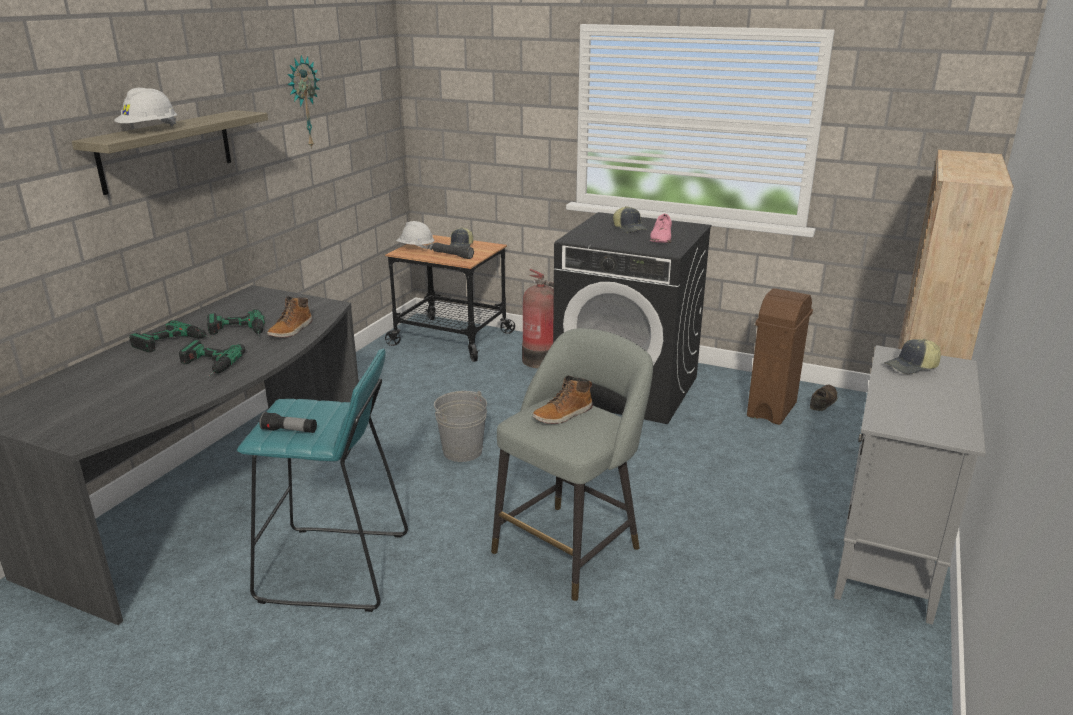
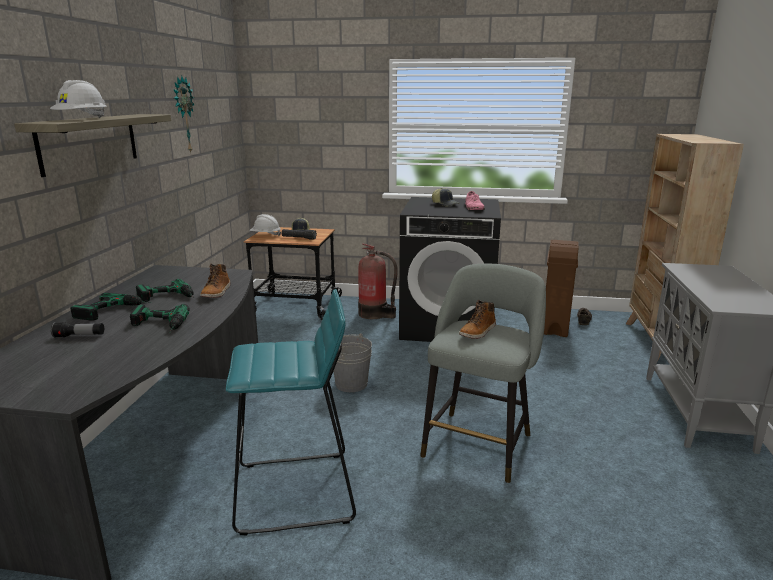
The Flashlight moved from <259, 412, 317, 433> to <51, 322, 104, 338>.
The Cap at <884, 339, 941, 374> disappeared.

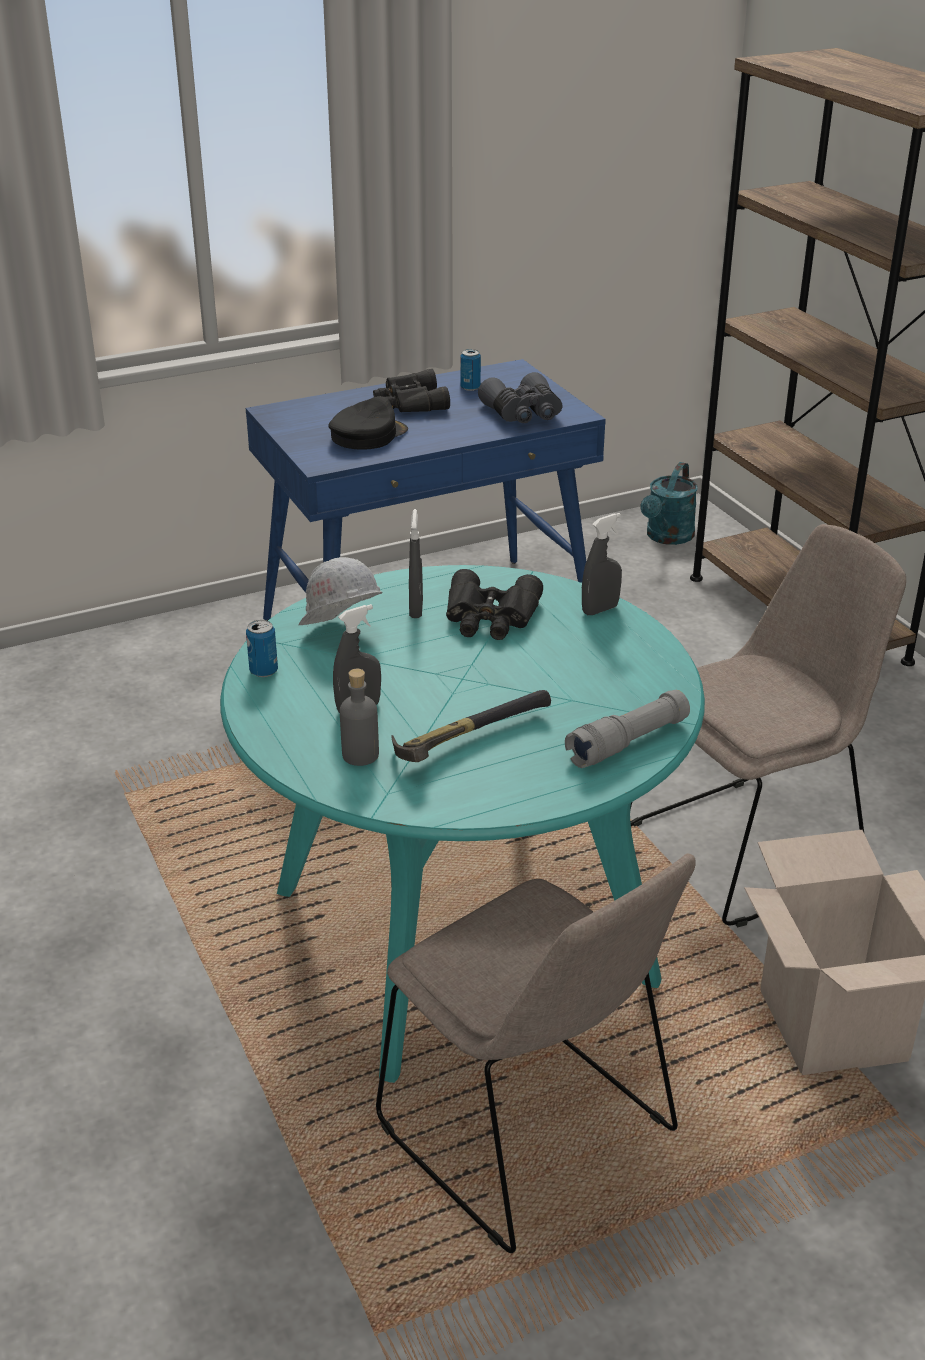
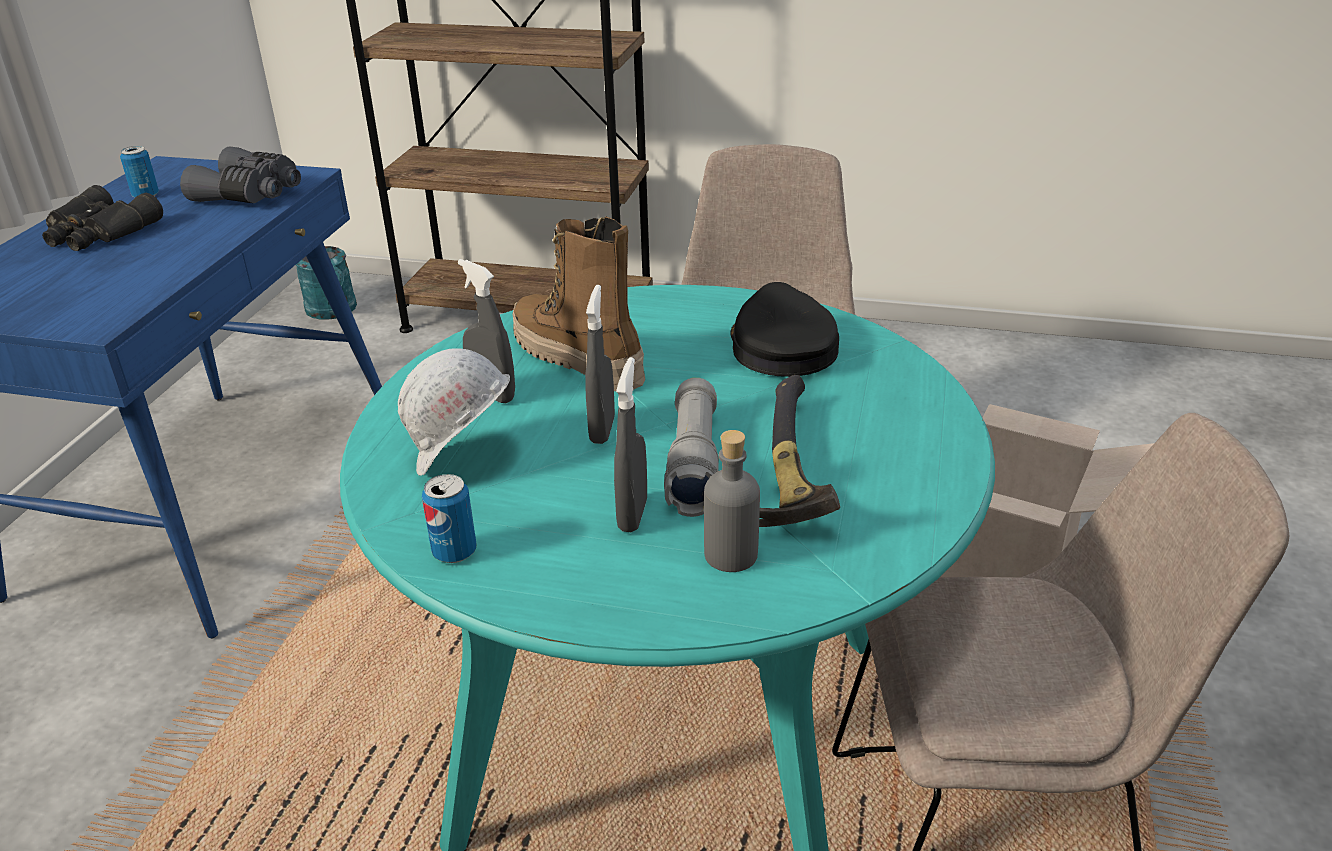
The BlackBinoculars at <446, 569, 543, 640> was replaced by the Boot at <513, 216, 645, 391>.
The GreySprayBottle moved from <582, 513, 622, 615> to <585, 285, 615, 444>.
The GreyFlashlight moved from <565, 690, 690, 768> to <664, 378, 719, 517>.
The BlackCap moved from <328, 396, 408, 450> to <730, 282, 839, 377>.

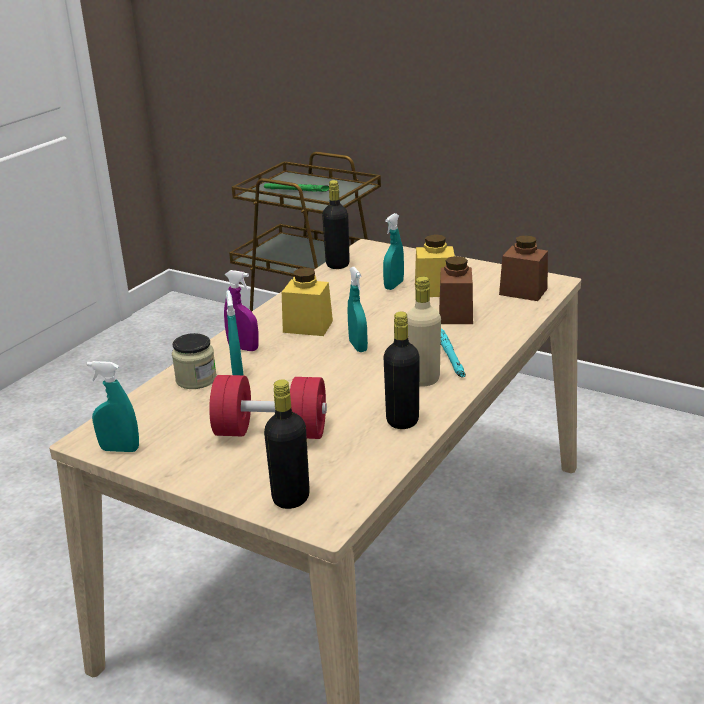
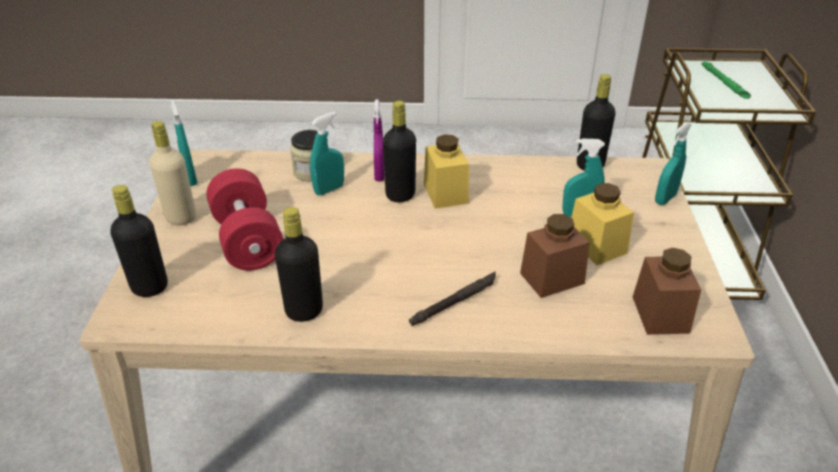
The BeigeBottle moved from <407, 277, 441, 387> to <149, 121, 196, 225>.
The BlackBottle at <383, 101, 416, 202> appeared.
The TurquoiseFlashlight at <441, 329, 466, 377> became the BlackFlashlight at <409, 271, 496, 326>.
The TurquoiseSprayBottle moved from <348, 267, 368, 352> to <655, 122, 691, 205>.

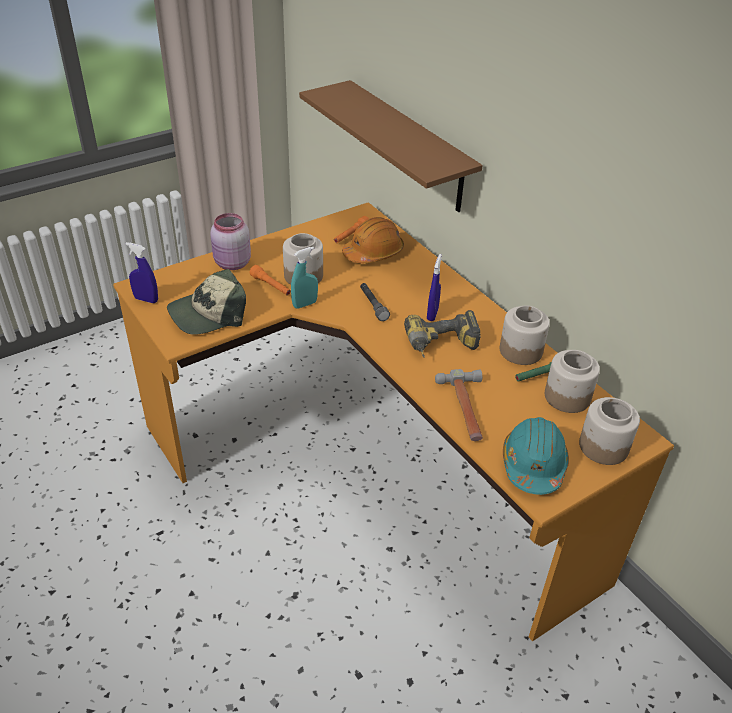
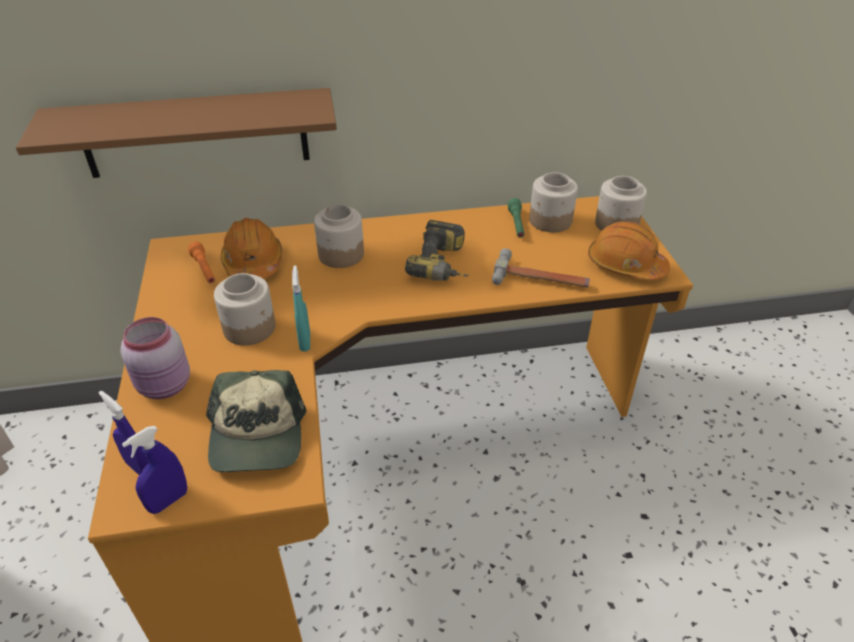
The BlueSprayBottle moved from <427, 254, 442, 321> to <99, 391, 149, 475>.
The Jar moved from <500, 305, 550, 365> to <314, 204, 364, 268>.
The TurquoiseHardHat at <503, 417, 569, 495> became the OrangeHardHat at <588, 221, 670, 280>.
The OrangeFlashlight at <250, 265, 291, 296> disappeared.
The GreyFlashlight at <360, 283, 390, 321> disappeared.

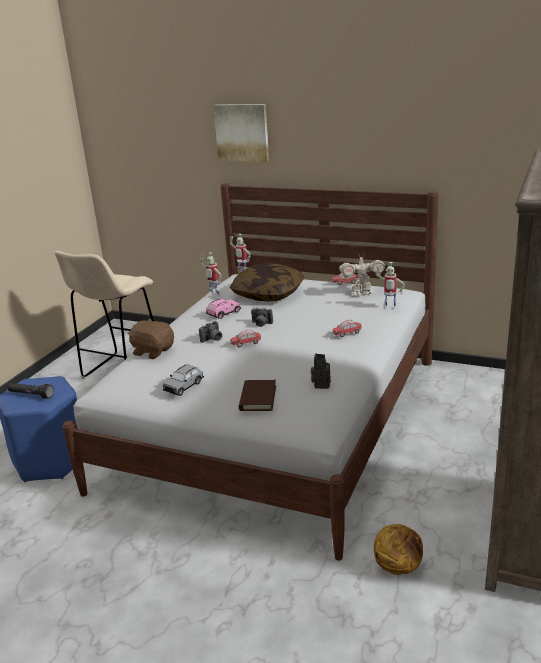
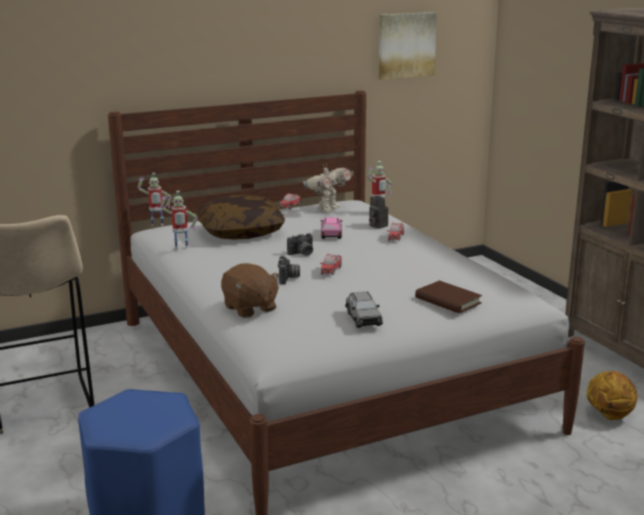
The BrownPlushToy at <128, 318, 174, 359> turned 105 degrees counterclockwise.
The PinkToyCar moved from <206, 299, 241, 319> to <321, 217, 342, 239>.
The PhotoCamera moved from <311, 353, 331, 389> to <369, 196, 388, 229>.
The Picture moved from <213, 104, 269, 162> to <379, 12, 437, 80>.
The BlackFlashlight at <8, 383, 54, 399> disappeared.

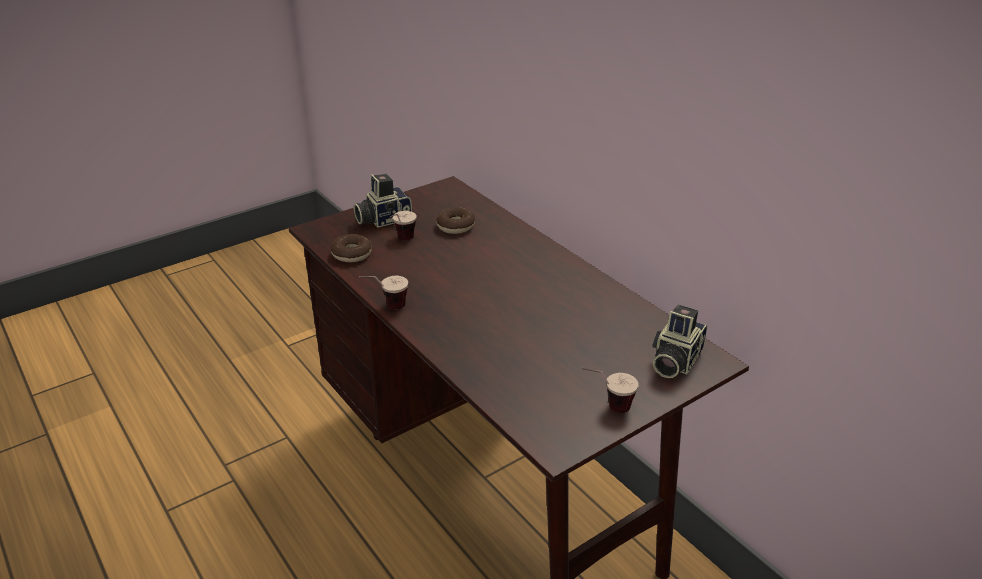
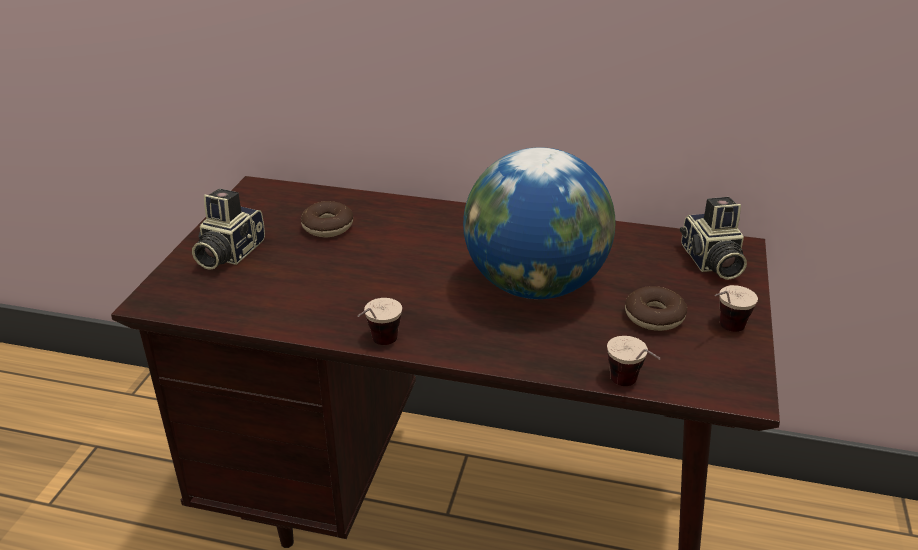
The Globe at <463, 147, 616, 299> appeared.
The Cup moved from <390, 211, 417, 240> to <607, 336, 661, 386>.
The Donut moved from <331, 234, 372, 262> to <625, 286, 687, 331>.

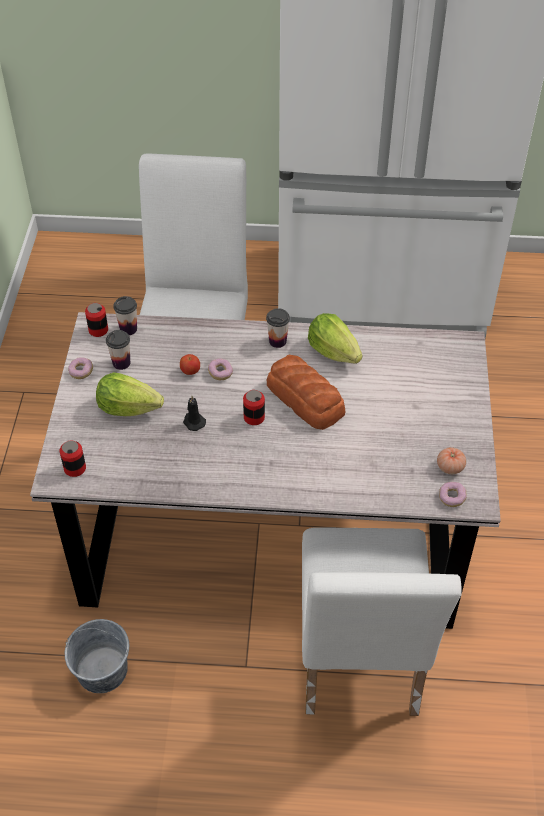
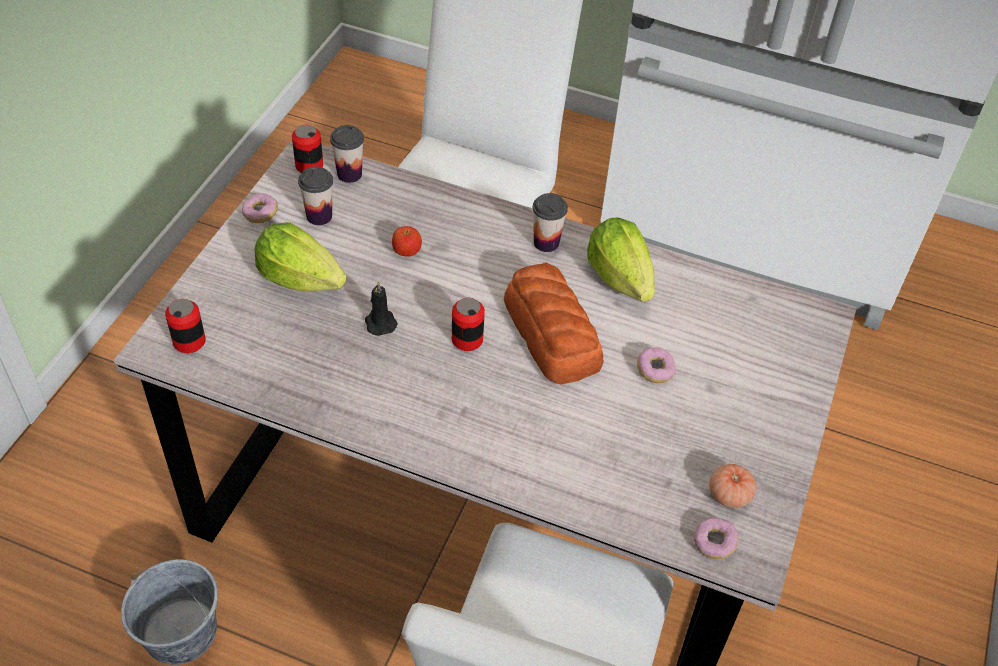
The Donut moved from <208, 358, 233, 380> to <637, 348, 675, 383>.

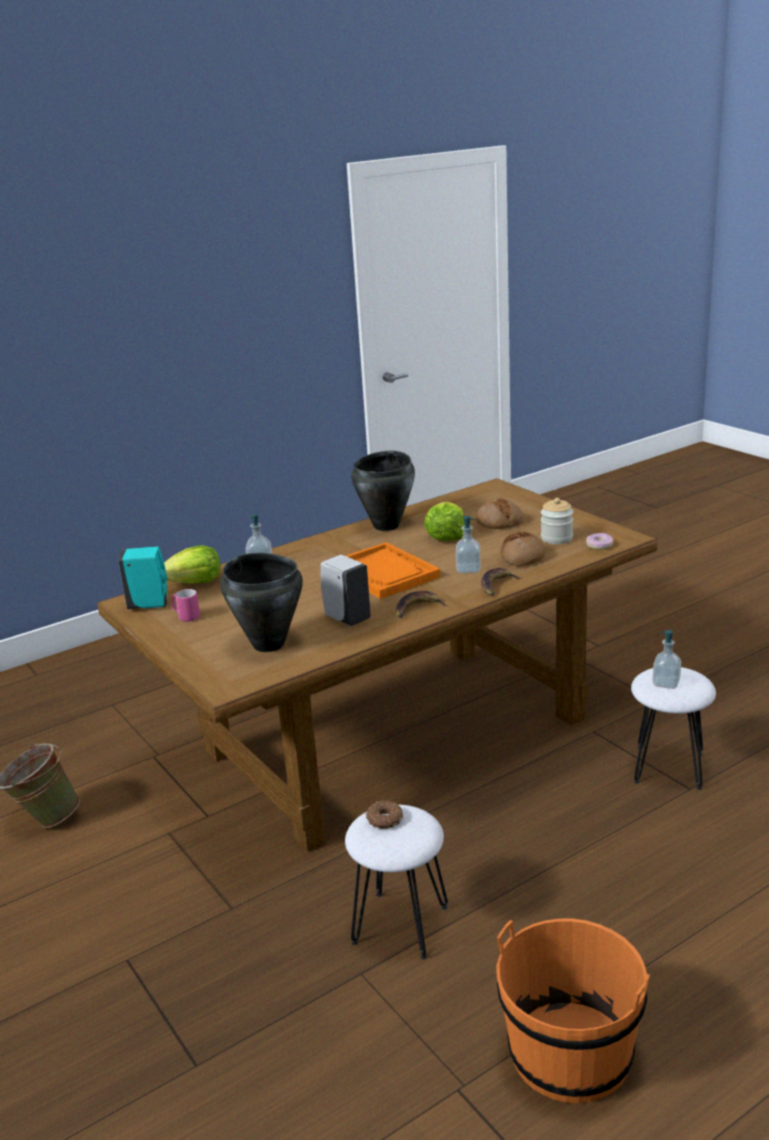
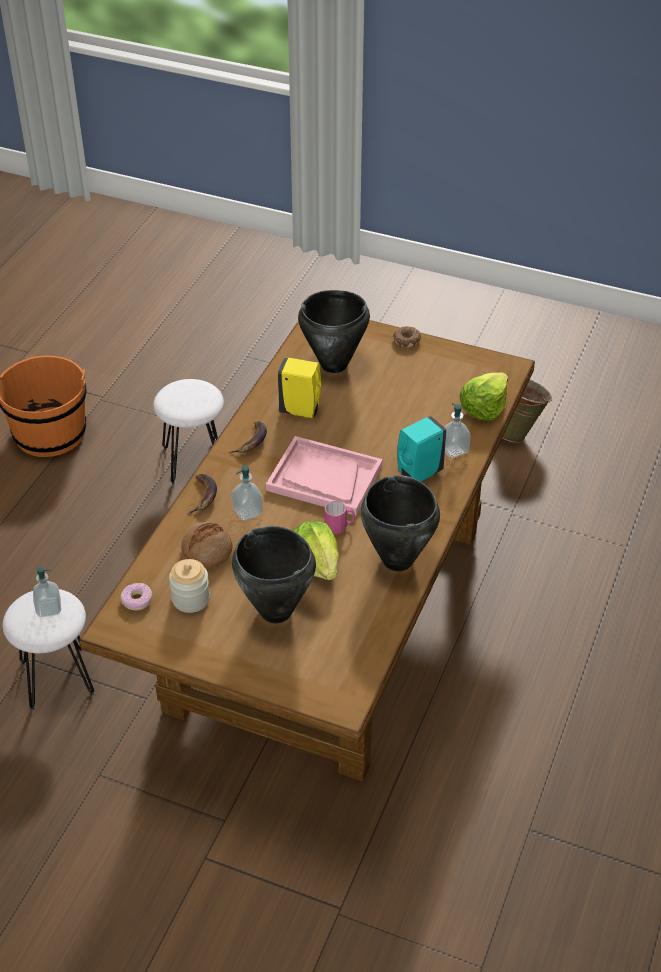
The Bread at <476, 498, 524, 529> was replaced by the BlackCookingPot at <232, 526, 316, 623>.
The OrangeTray at <346, 542, 440, 599> became the PinkTray at <266, 436, 383, 516>.
The WhiteSoapDispenser at <321, 554, 371, 626> became the YellowSoapDispenser at <278, 357, 321, 418>.
The PinkMug moved from <171, 589, 200, 622> to <325, 501, 355, 535>.
The Donut moved from <365, 801, 403, 829> to <393, 326, 421, 348>.
The TurquoiseSoapDispenser moved from <118, 546, 167, 609> to <397, 416, 446, 481>.

